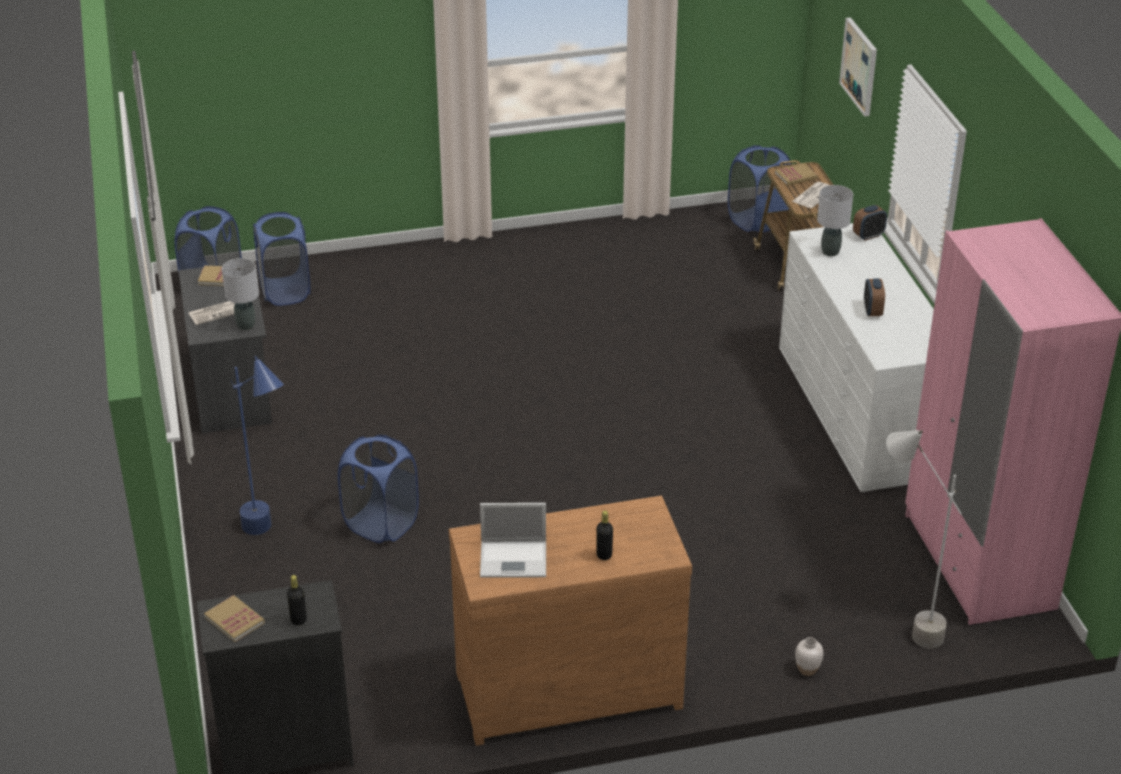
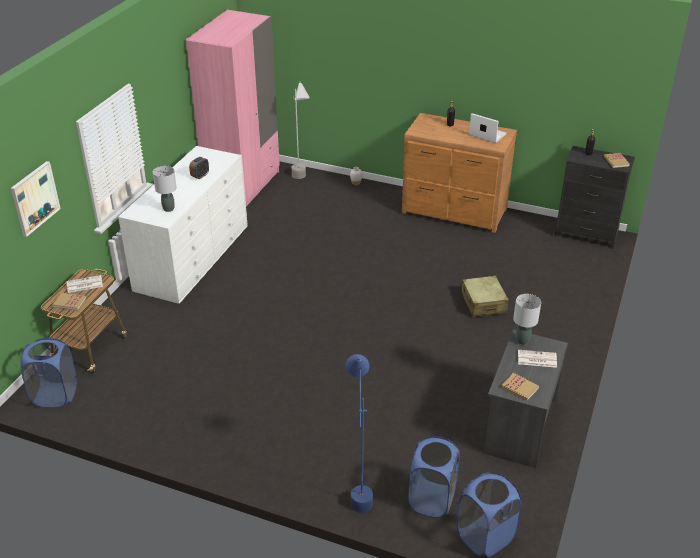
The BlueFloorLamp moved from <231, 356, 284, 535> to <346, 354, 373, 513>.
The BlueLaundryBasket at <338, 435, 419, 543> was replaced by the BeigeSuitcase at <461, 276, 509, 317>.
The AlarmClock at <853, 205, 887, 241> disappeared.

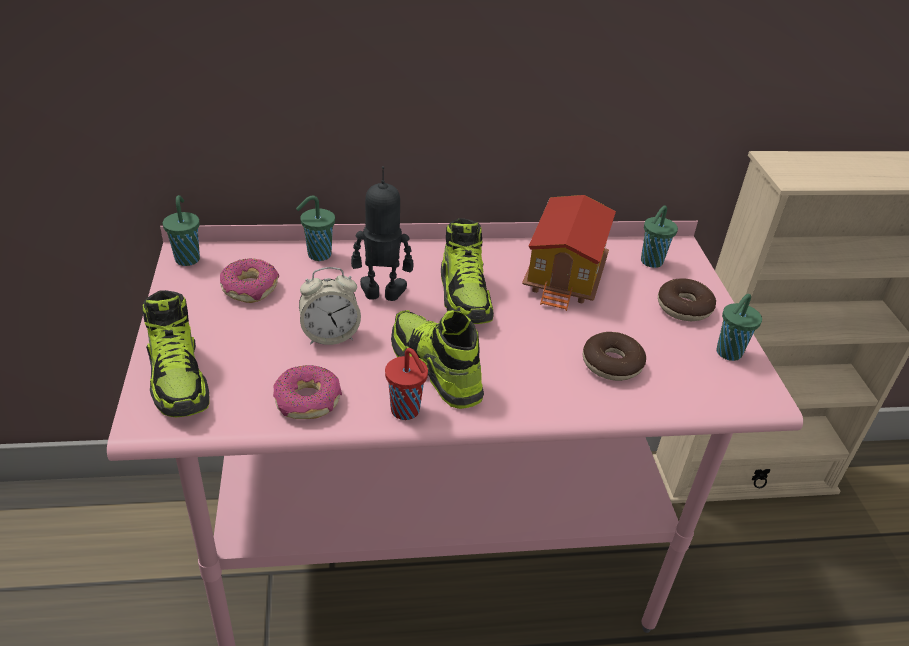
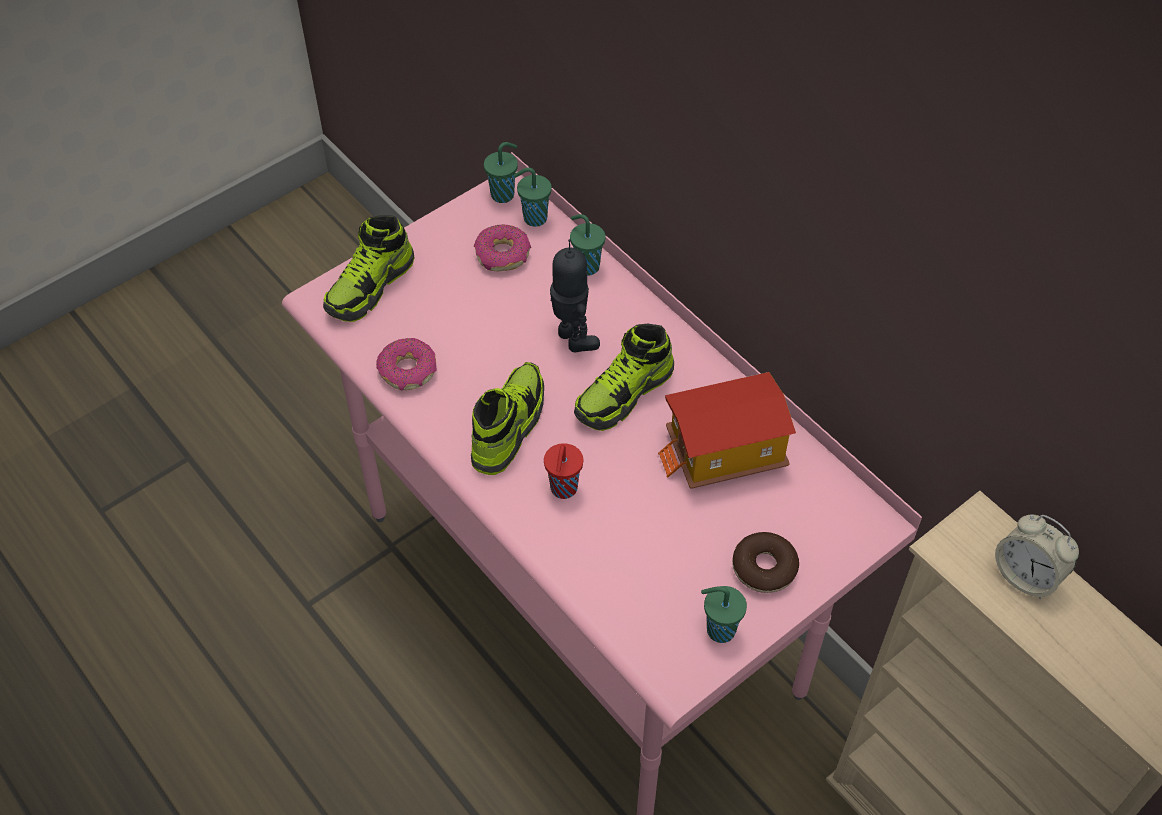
The GreenCup moved from <641, 206, 678, 268> to <513, 168, 552, 227>.
The RedCup moved from <385, 348, 428, 420> to <544, 443, 583, 499>.
The AlarmClock moved from <299, 267, 361, 345> to <995, 515, 1079, 599>.
The Donut at <583, 332, 646, 381> disappeared.

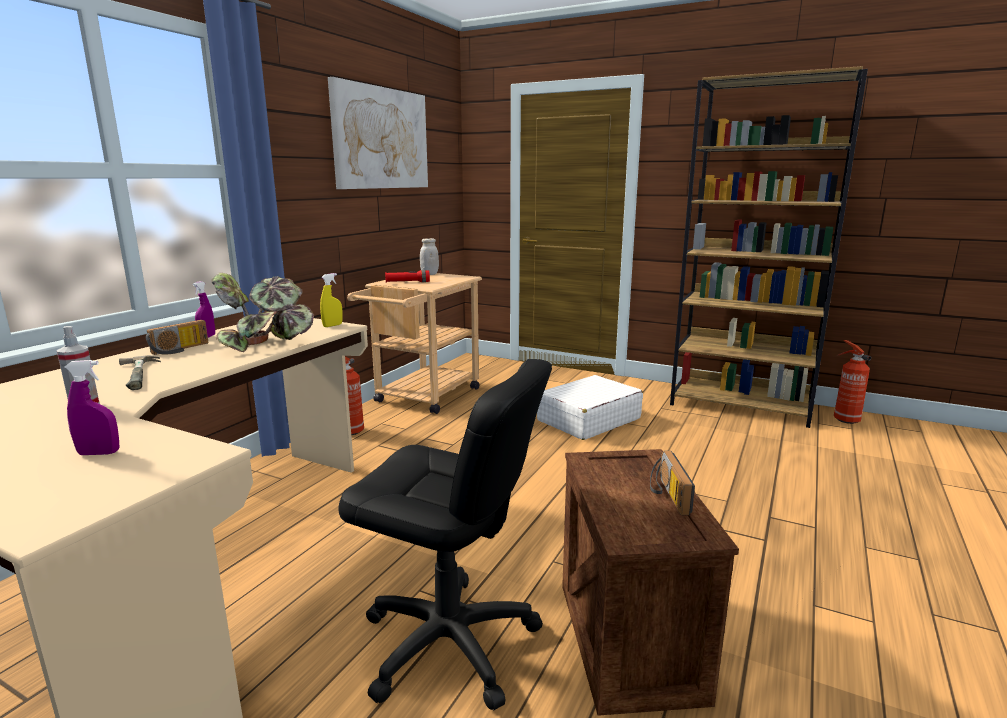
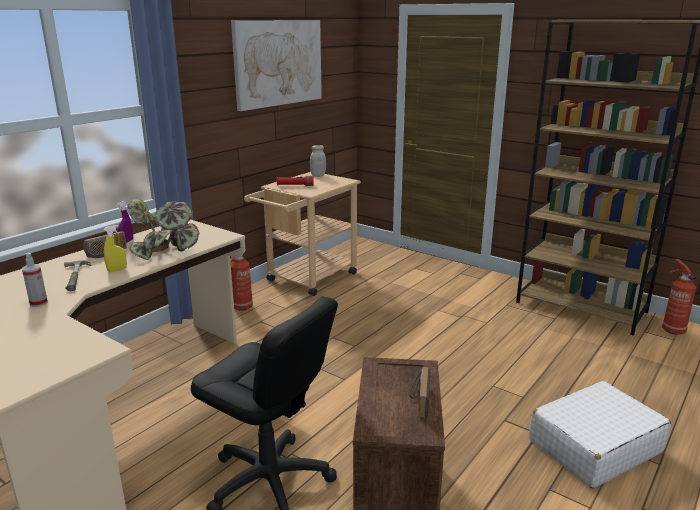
The YellowSprayBottle moved from <320, 273, 342, 327> to <104, 225, 127, 272>.
The WhiteSuitcase moved from <537, 375, 643, 440> to <529, 381, 671, 488>.
The PurpleSprayBottle at <65, 360, 119, 455> disappeared.

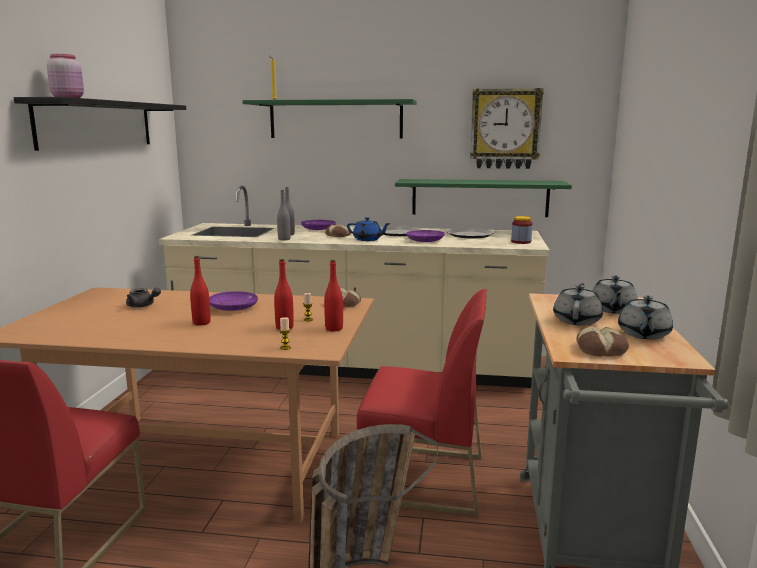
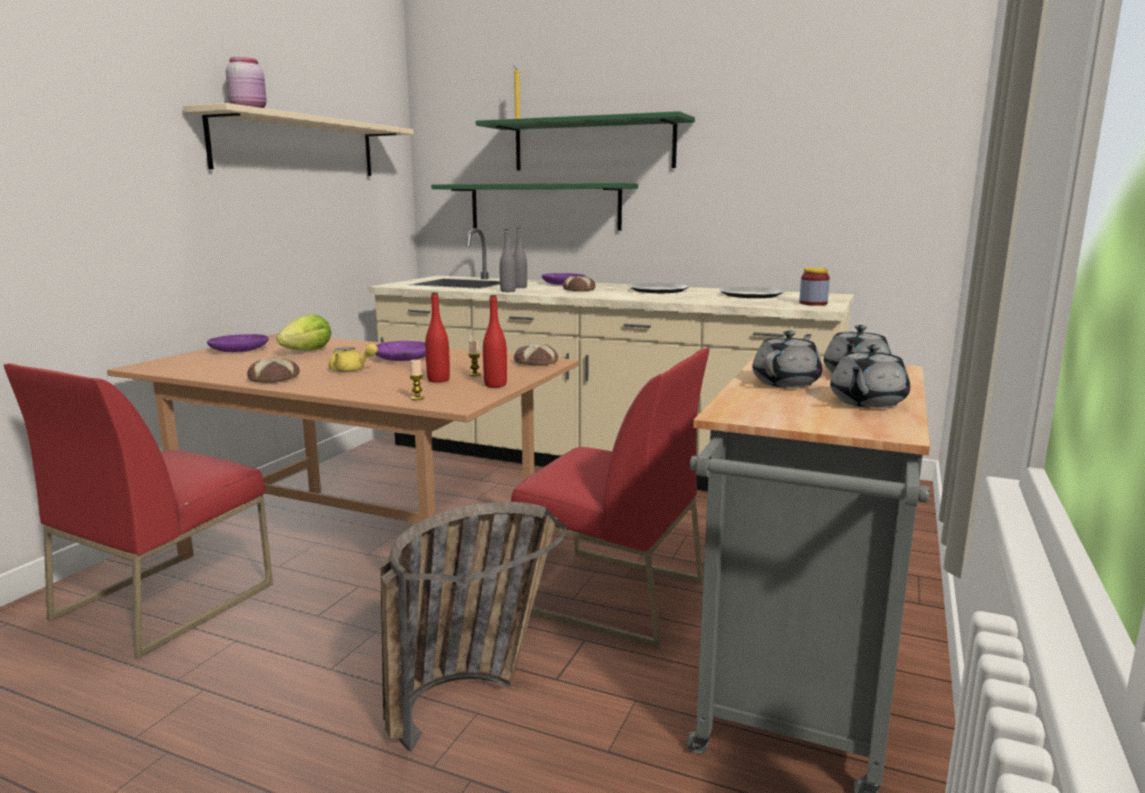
The BlackShelf at <14, 97, 186, 151> became the BeigeShelf at <183, 103, 414, 176>.
The PurplePlate moved from <406, 230, 445, 242> to <207, 334, 269, 352>.
The Bread moved from <576, 326, 629, 356> to <247, 357, 300, 383>.
The GreyTeapot at <126, 288, 161, 308> was replaced by the Lettuce at <276, 314, 332, 351>.
The RedBottle at <190, 256, 210, 326> was replaced by the YellowTeapot at <328, 344, 378, 372>.
The GreenShelf moved from <395, 179, 572, 217> to <431, 183, 638, 231>.
The BlueTeapot at <347, 217, 391, 241> disappeared.
The WallClock at <470, 88, 544, 169> disappeared.

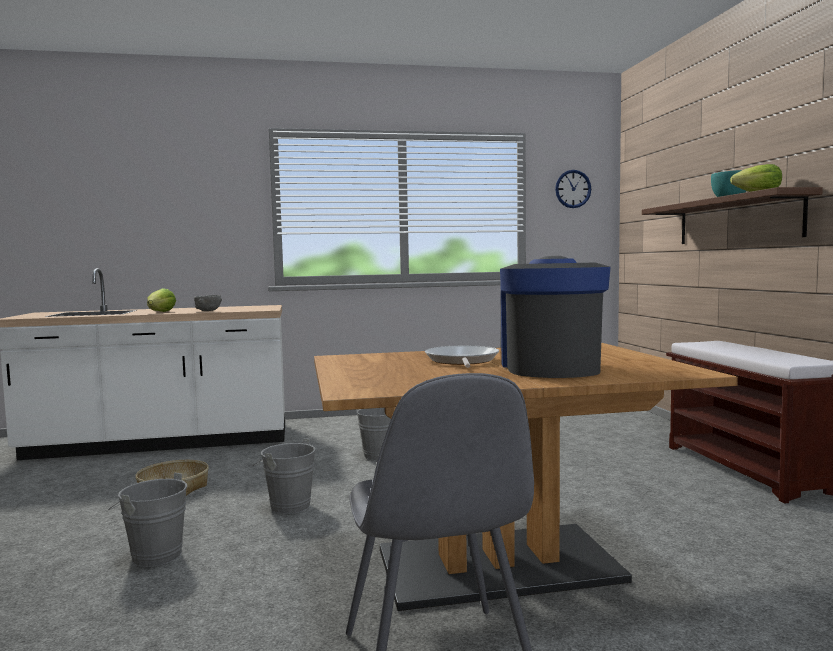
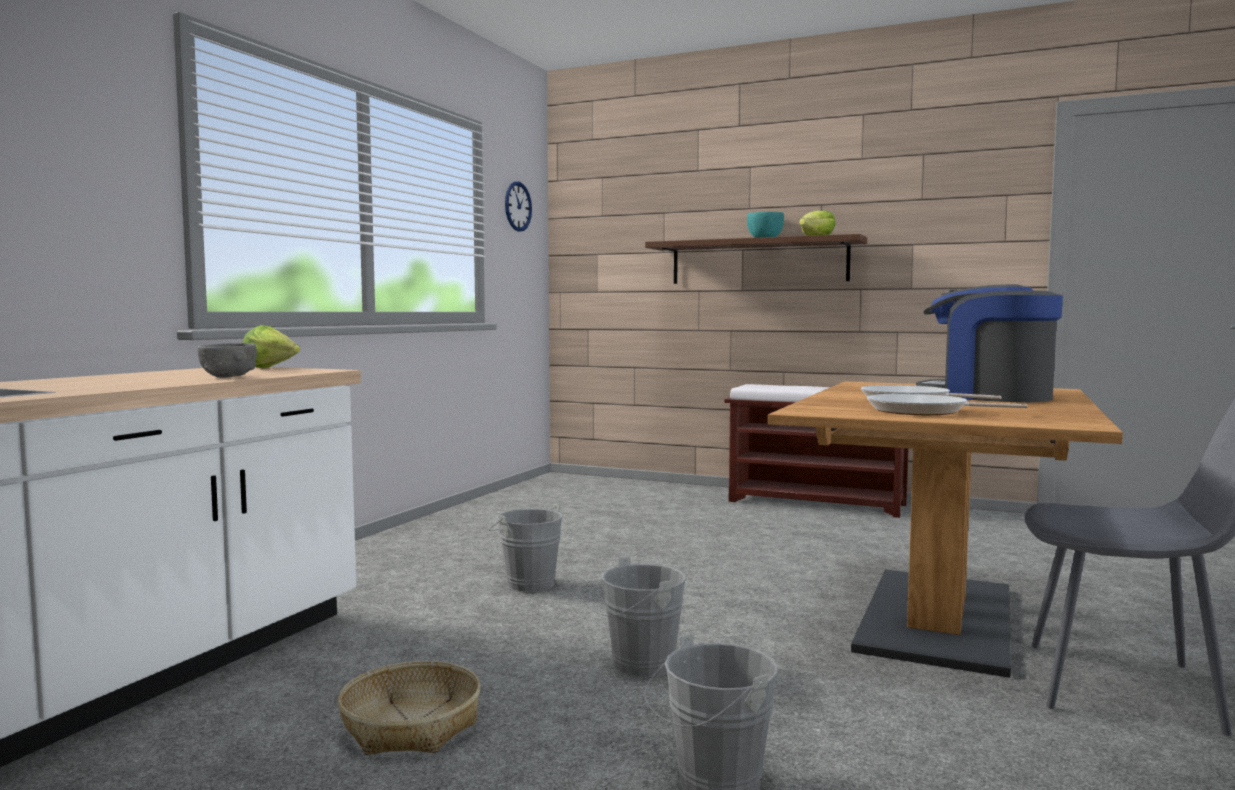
The Lettuce moved from <147, 288, 176, 312> to <243, 325, 300, 369>.
The FryingPan at <867, 394, 1028, 415> appeared.

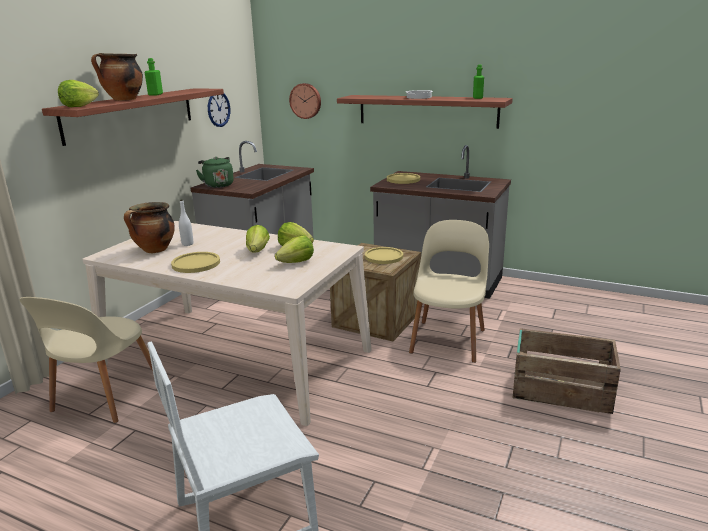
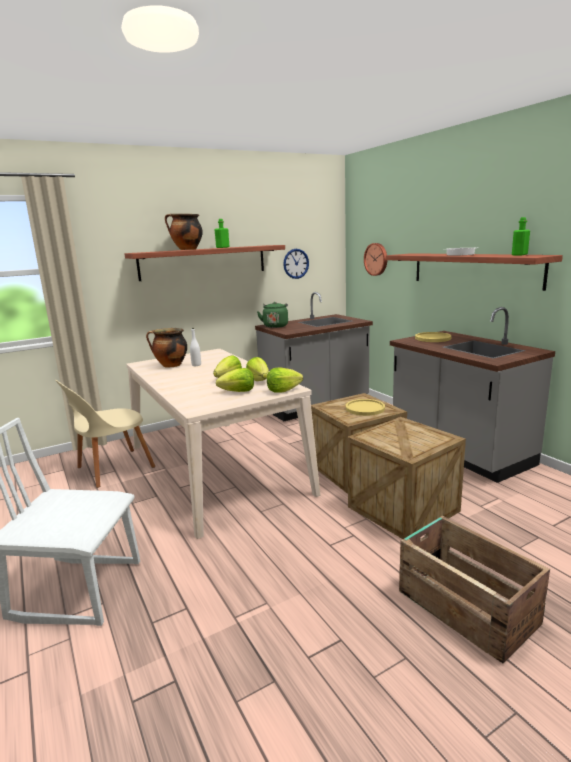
The Lettuce moved from <58, 80, 99, 107> to <267, 367, 303, 393>.
The BeigeChair at <409, 220, 489, 363> was replaced by the Crate at <348, 417, 466, 539>.
The YellowPlate at <171, 252, 220, 273> disappeared.

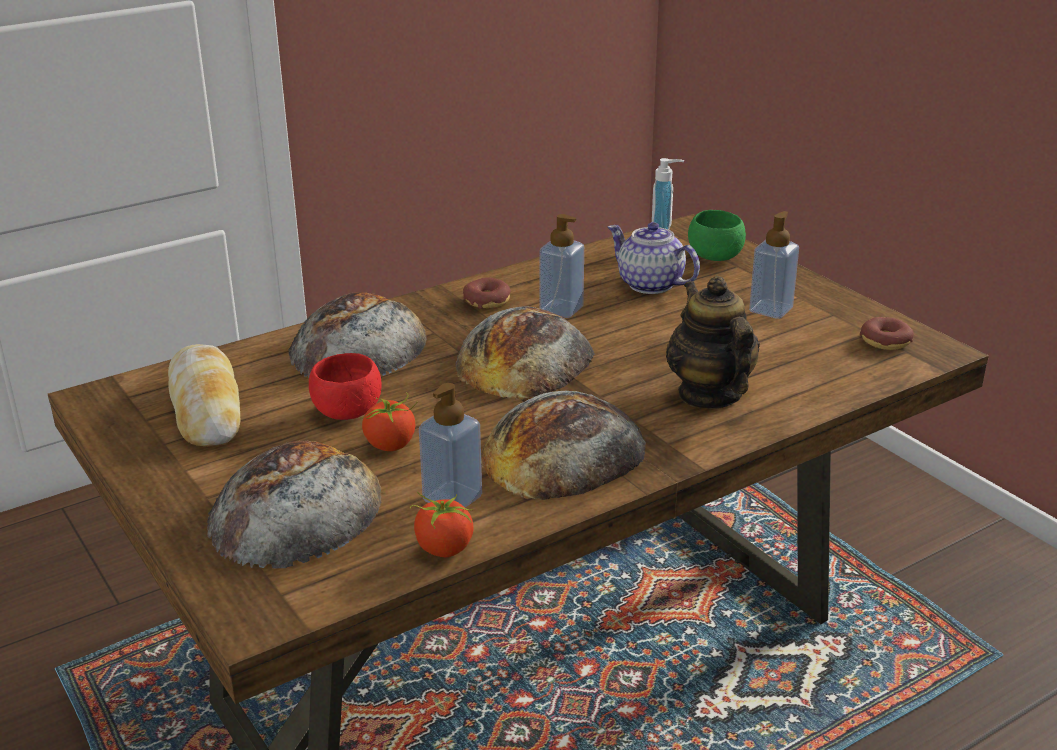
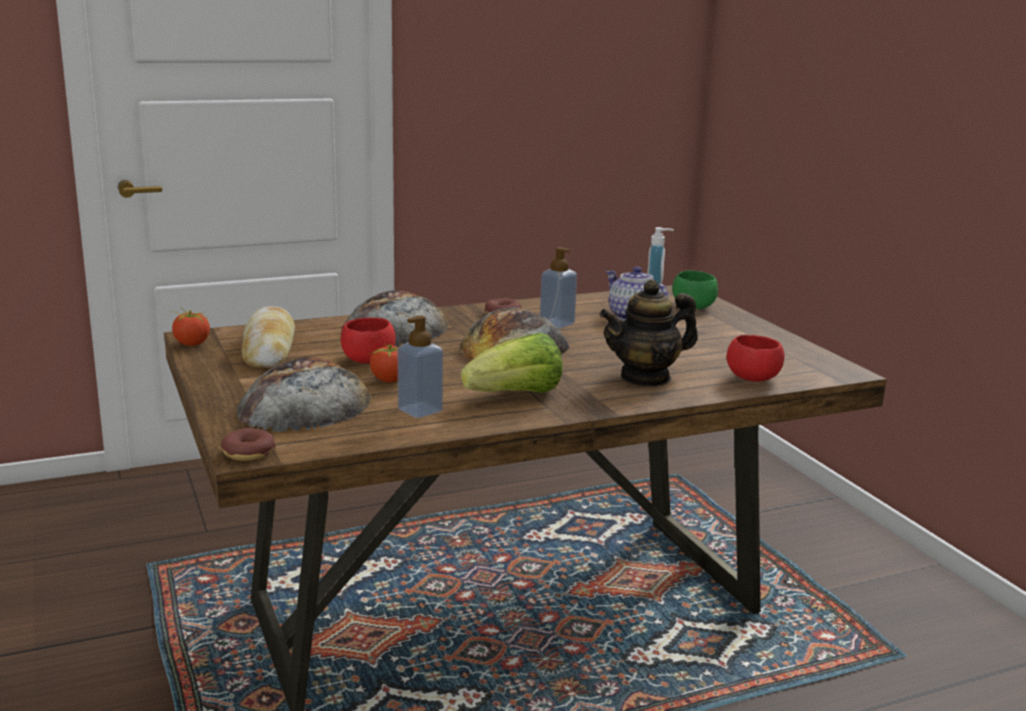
The Tomato moved from <410, 491, 474, 557> to <170, 307, 210, 346>.
The Donut moved from <860, 317, 914, 350> to <221, 428, 276, 461>.
The Bread at <481, 391, 646, 500> was replaced by the Lettuce at <461, 333, 563, 393>.
The Teapot at <666, 276, 760, 409> turned 105 degrees counterclockwise.
The RedBowl at <727, 335, 785, 382> appeared.
The SoapDispenser at <749, 211, 799, 319> disappeared.

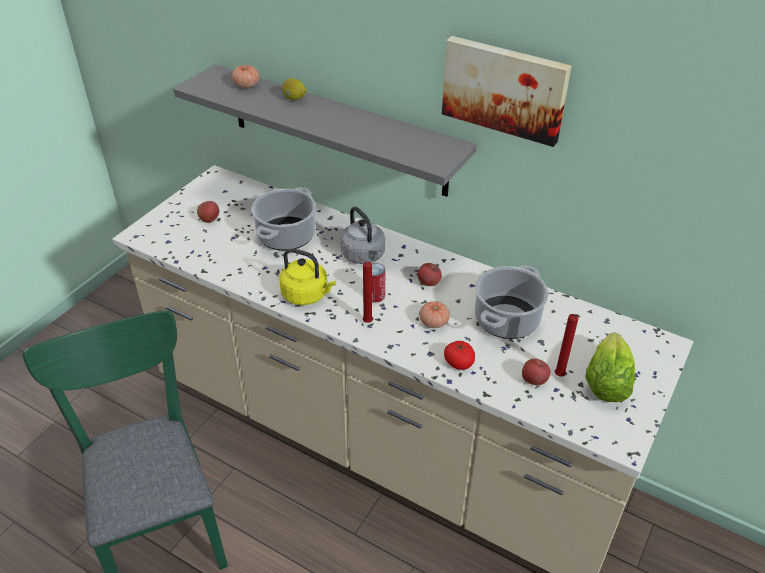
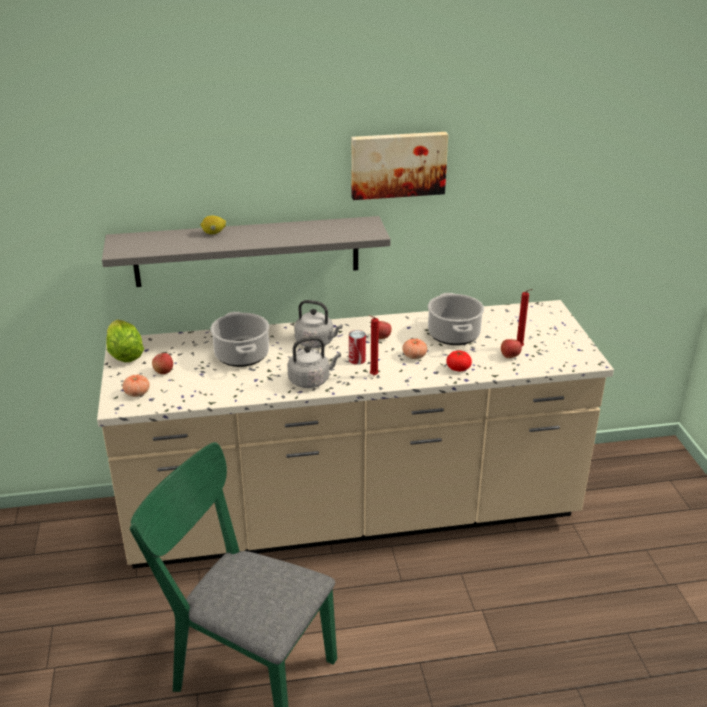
The Lettuce moved from <585, 332, 636, 402> to <107, 319, 144, 363>.
The Tomato moved from <232, 65, 260, 88> to <123, 374, 150, 397>.
The YellowKettle at <280, 248, 336, 305> became the GreyKettle at <287, 337, 341, 388>.

